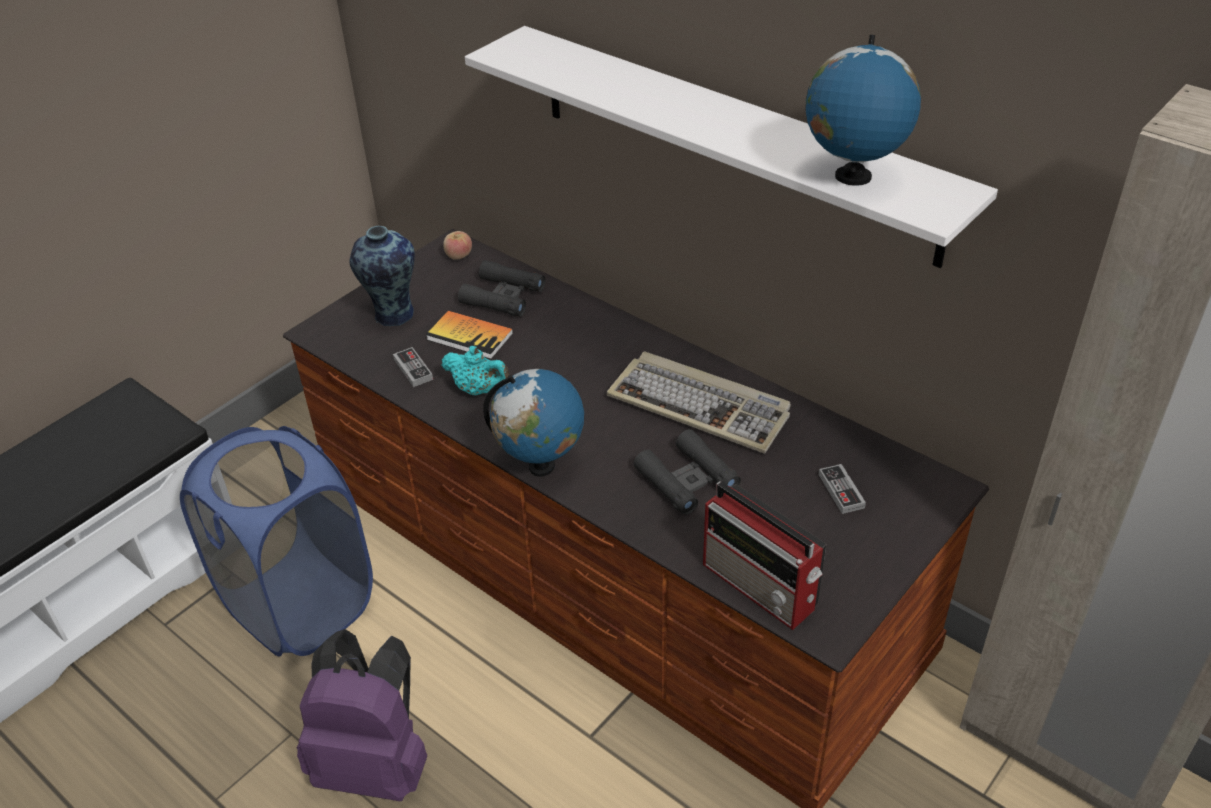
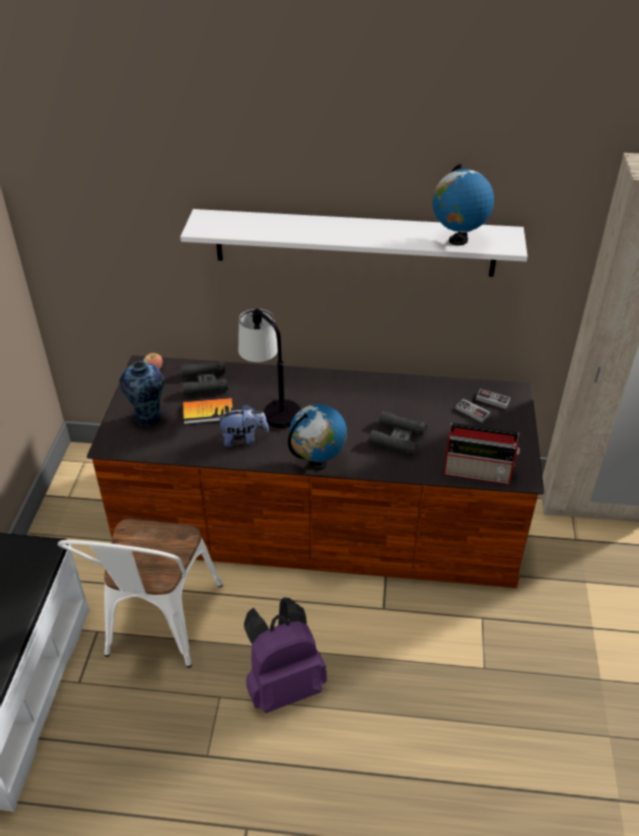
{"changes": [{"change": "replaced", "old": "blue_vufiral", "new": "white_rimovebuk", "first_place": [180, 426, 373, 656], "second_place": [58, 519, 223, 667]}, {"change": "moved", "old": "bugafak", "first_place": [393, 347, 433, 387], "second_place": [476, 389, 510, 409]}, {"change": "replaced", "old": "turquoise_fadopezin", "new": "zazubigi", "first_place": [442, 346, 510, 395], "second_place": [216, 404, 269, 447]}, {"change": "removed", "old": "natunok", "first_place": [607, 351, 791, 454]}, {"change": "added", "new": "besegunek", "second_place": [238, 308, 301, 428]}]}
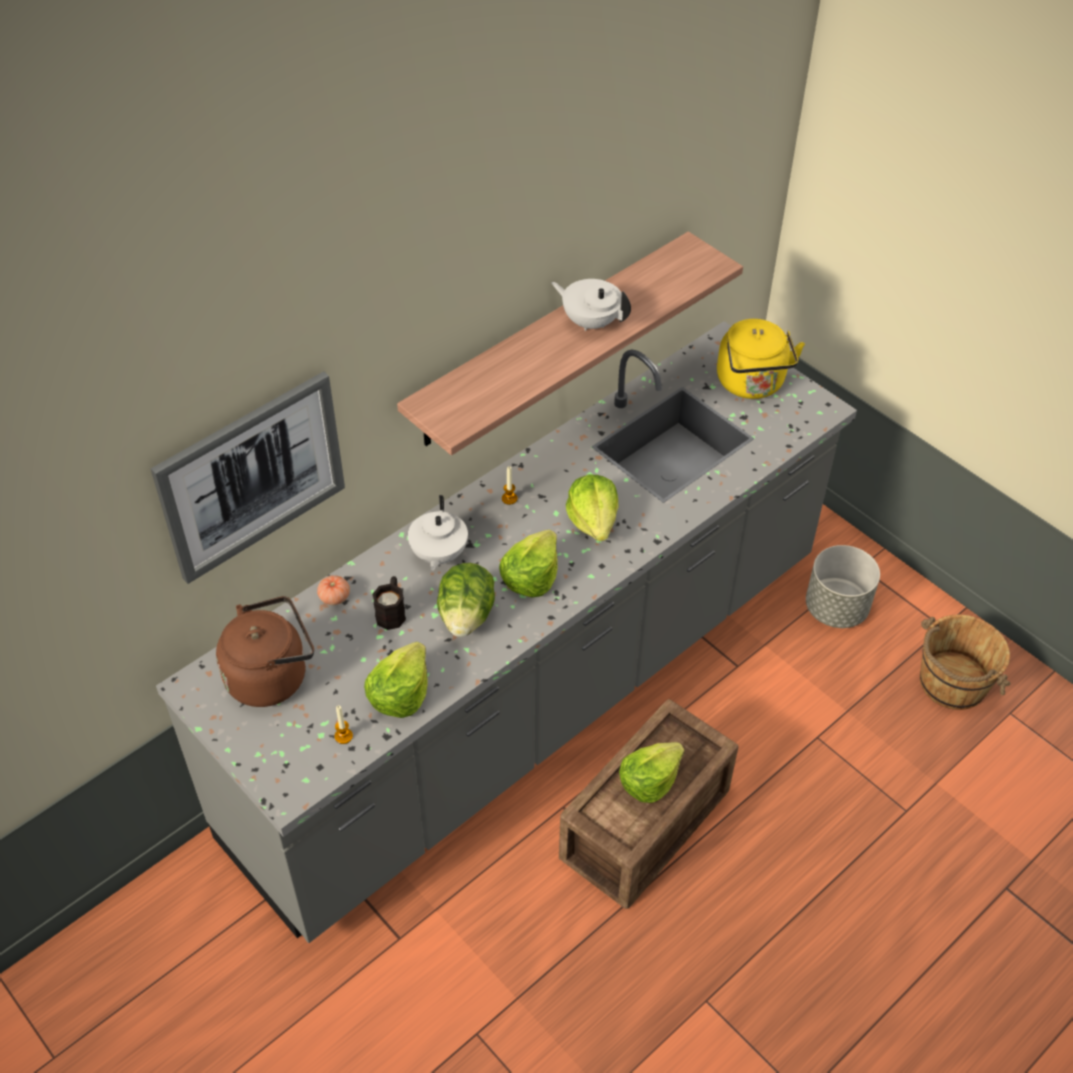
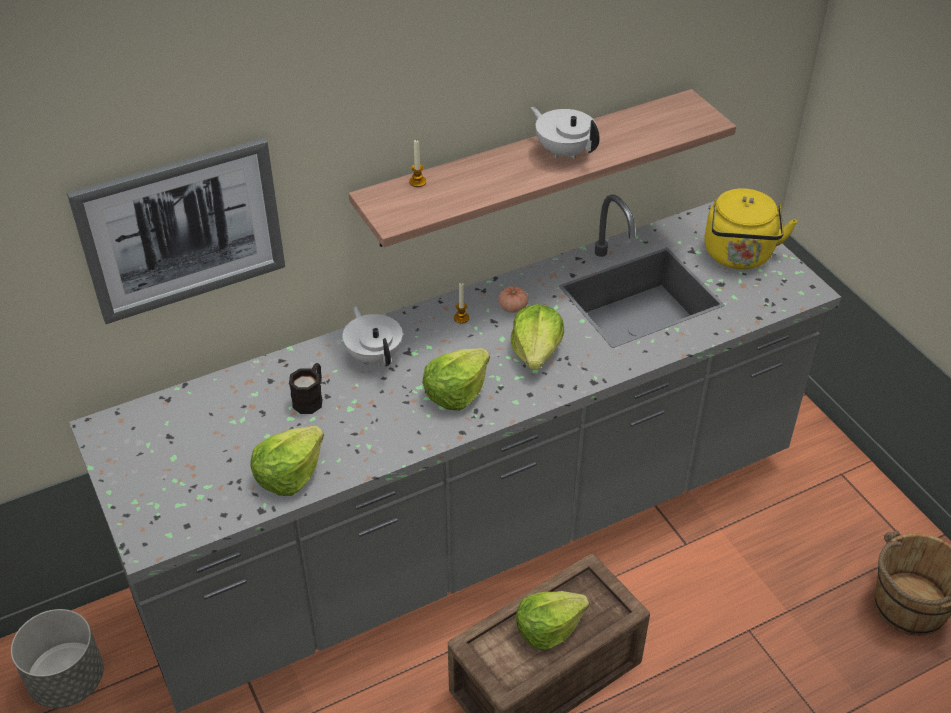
{"changes": [{"change": "removed", "old": "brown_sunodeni", "first_place": [216, 596, 314, 707]}, {"change": "moved", "old": "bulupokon", "first_place": [317, 575, 350, 605], "second_place": [498, 286, 528, 313]}, {"change": "moved", "old": "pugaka", "first_place": [334, 705, 353, 744], "second_place": [409, 140, 426, 187]}, {"change": "turned", "old": "white_fadopezin", "first_place": [408, 495, 468, 571], "second_place": [343, 306, 403, 366], "degrees": 135}, {"change": "removed", "old": "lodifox", "first_place": [437, 563, 495, 637]}, {"change": "moved", "old": "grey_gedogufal", "first_place": [806, 545, 880, 628], "second_place": [11, 609, 104, 708]}]}
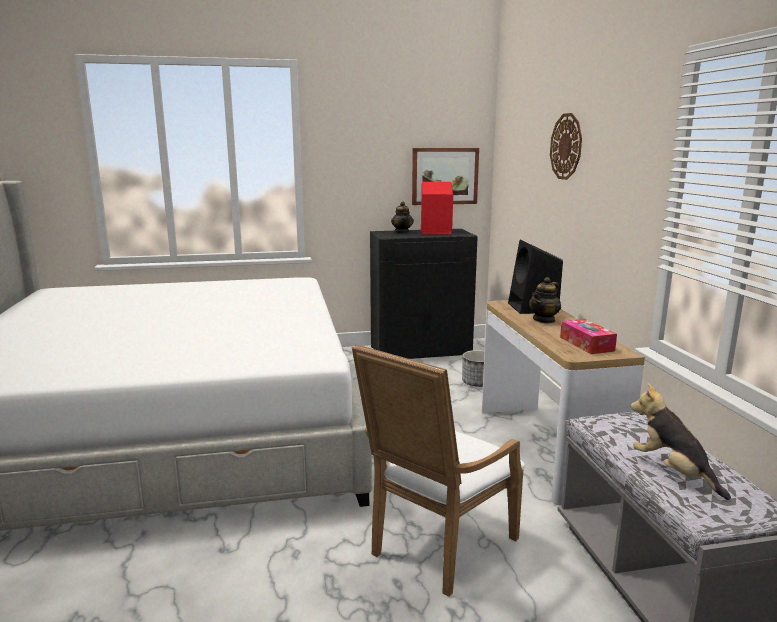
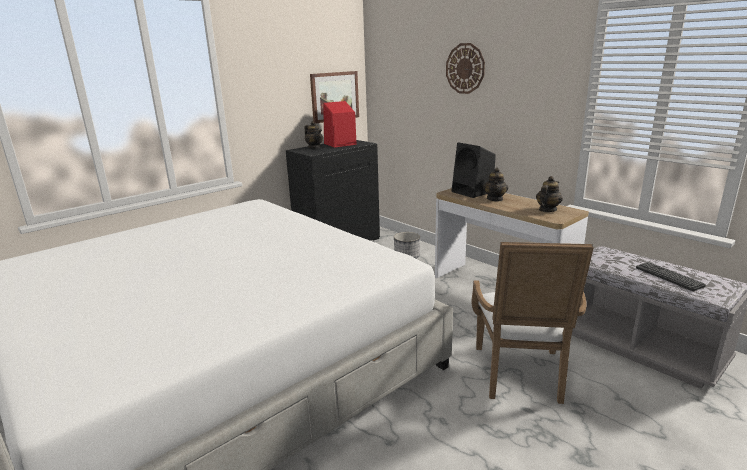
{"changes": [{"change": "replaced", "old": "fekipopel", "new": "fadopezin", "first_place": [560, 319, 617, 354], "second_place": [536, 176, 563, 212]}, {"change": "replaced", "old": "zazubigi", "new": "natunok", "first_place": [630, 383, 731, 500], "second_place": [636, 262, 706, 291]}]}
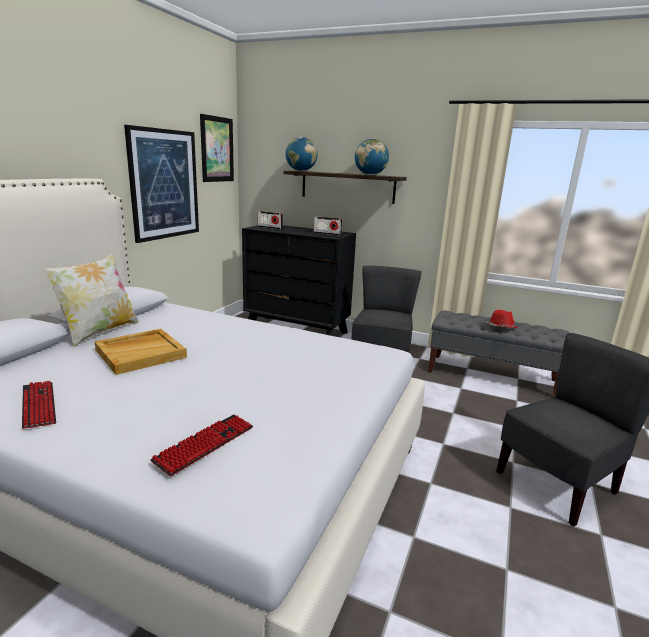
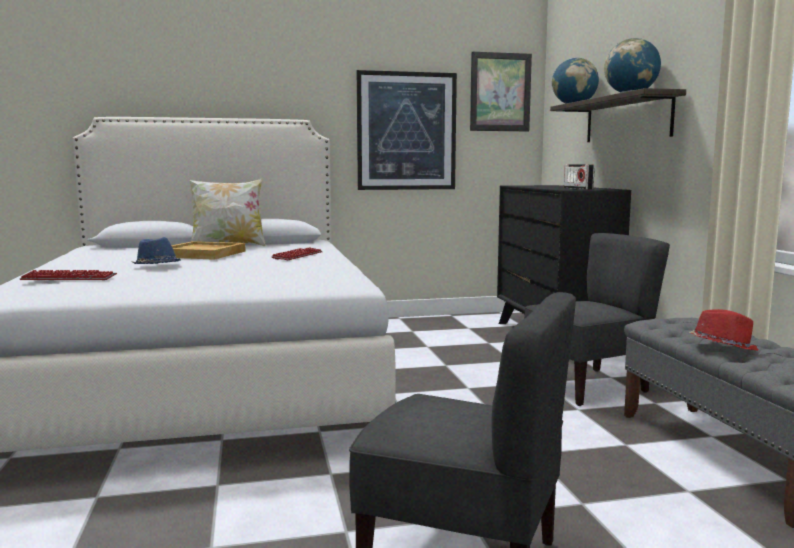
{"changes": [{"change": "moved", "old": "natunok", "first_place": [22, 381, 56, 429], "second_place": [271, 247, 323, 260]}, {"change": "removed", "old": "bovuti", "first_place": [257, 211, 283, 229]}, {"change": "added", "new": "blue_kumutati", "second_place": [131, 237, 182, 264]}]}
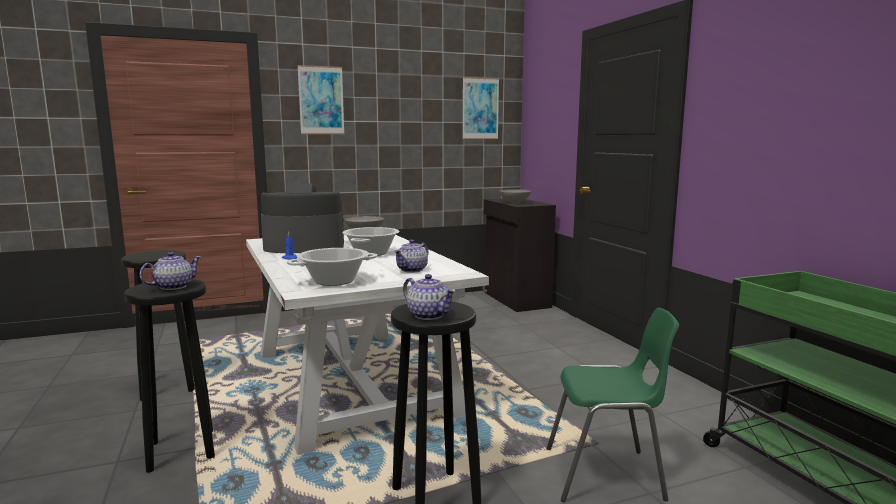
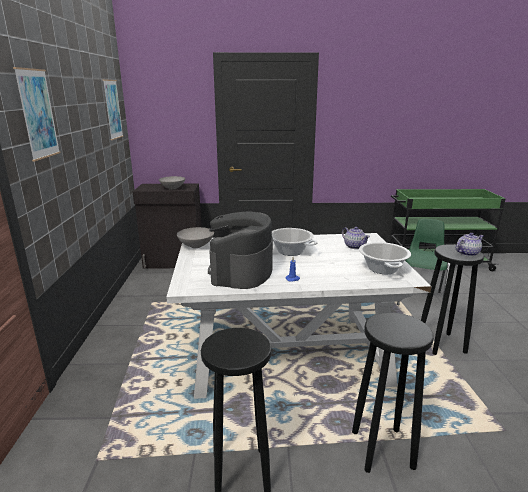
{"changes": [{"change": "removed", "old": "fadopezin", "first_place": [140, 252, 201, 290]}]}
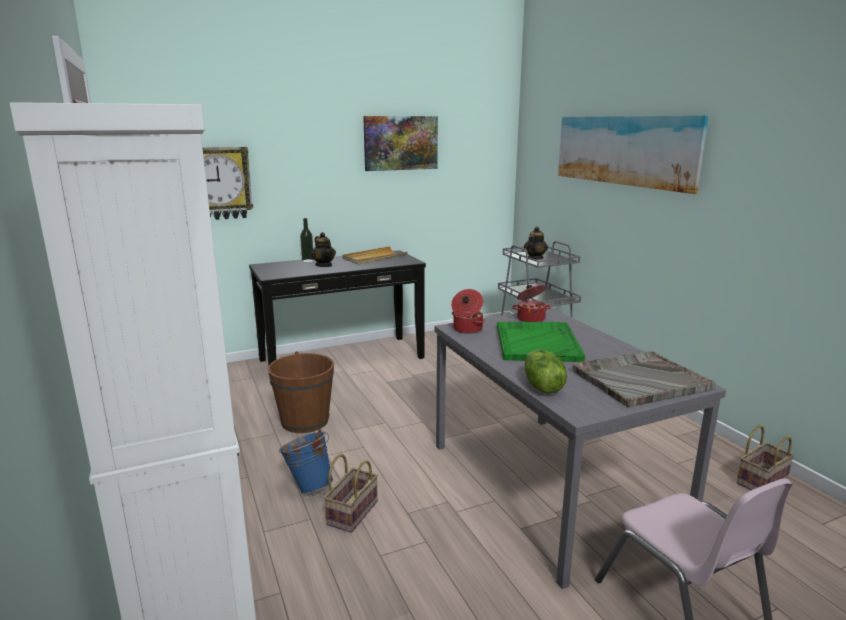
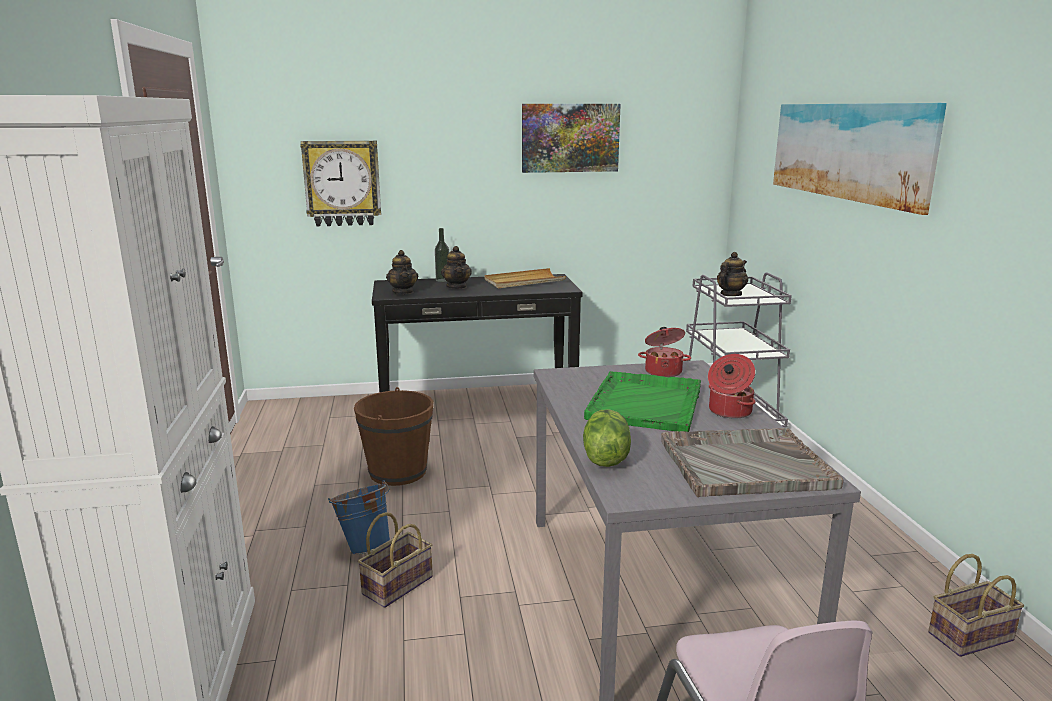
{"changes": [{"change": "moved", "old": "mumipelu", "first_place": [451, 289, 485, 334], "second_place": [708, 354, 756, 419]}, {"change": "added", "new": "fadopezin", "second_place": [386, 250, 418, 294]}]}
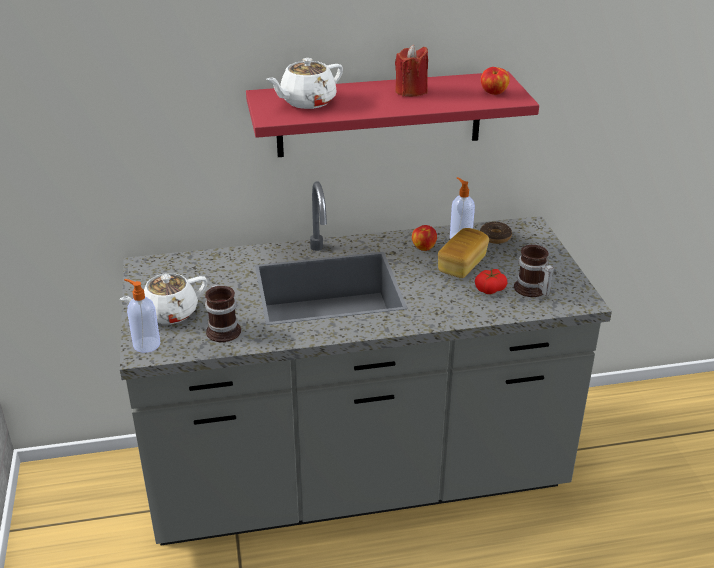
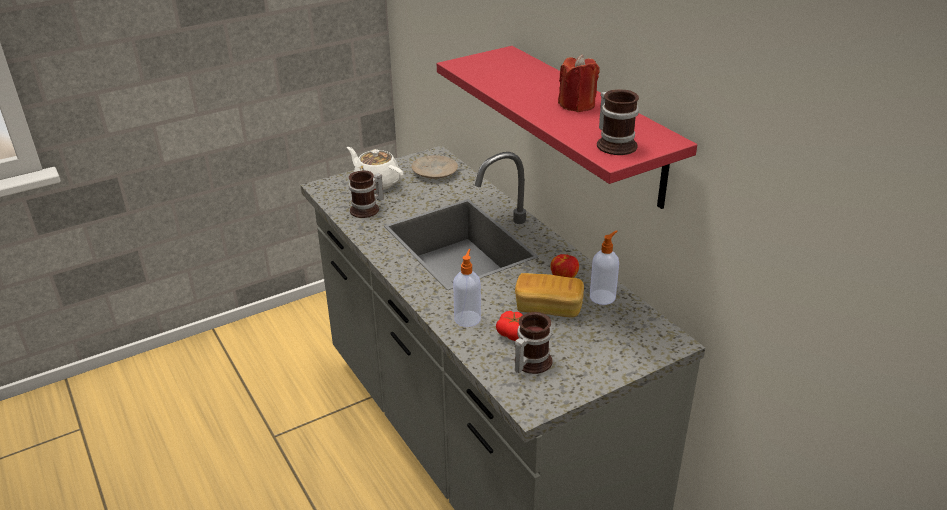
{"changes": [{"change": "moved", "old": "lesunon", "first_place": [124, 279, 160, 353], "second_place": [453, 249, 481, 327]}, {"change": "removed", "old": "white_fadopezin", "first_place": [266, 58, 343, 109]}, {"change": "removed", "old": "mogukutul", "first_place": [480, 222, 512, 244]}, {"change": "replaced", "old": "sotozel", "new": "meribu", "first_place": [481, 67, 510, 95], "second_place": [597, 89, 639, 155]}, {"change": "added", "new": "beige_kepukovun", "second_place": [411, 155, 458, 179]}]}
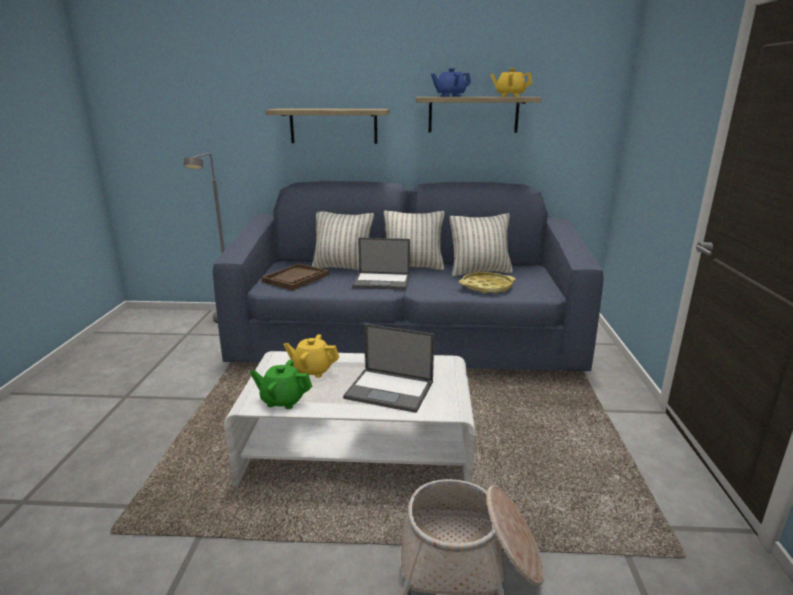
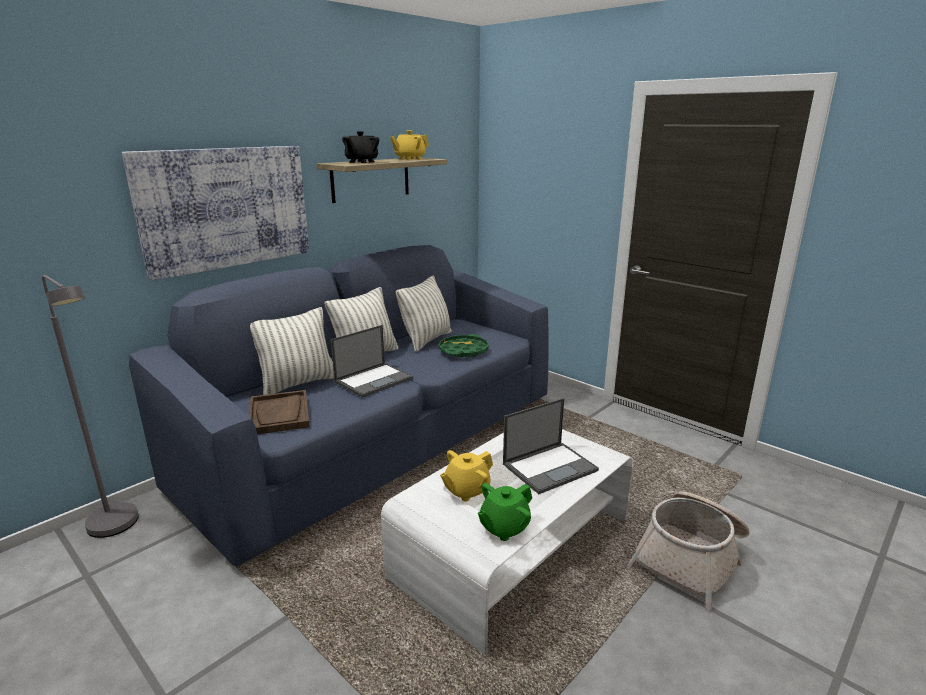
{"changes": [{"change": "replaced", "old": "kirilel", "new": "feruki", "first_place": [265, 109, 390, 144], "second_place": [122, 146, 309, 280]}, {"change": "recoloured", "old": "blue_fadopezin", "new": "black_fadopezin", "first_place": [431, 68, 471, 97], "second_place": [342, 131, 379, 163]}, {"change": "recoloured", "old": "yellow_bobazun", "new": "green_bobazun", "first_place": [459, 272, 516, 293], "second_place": [439, 334, 489, 357]}]}
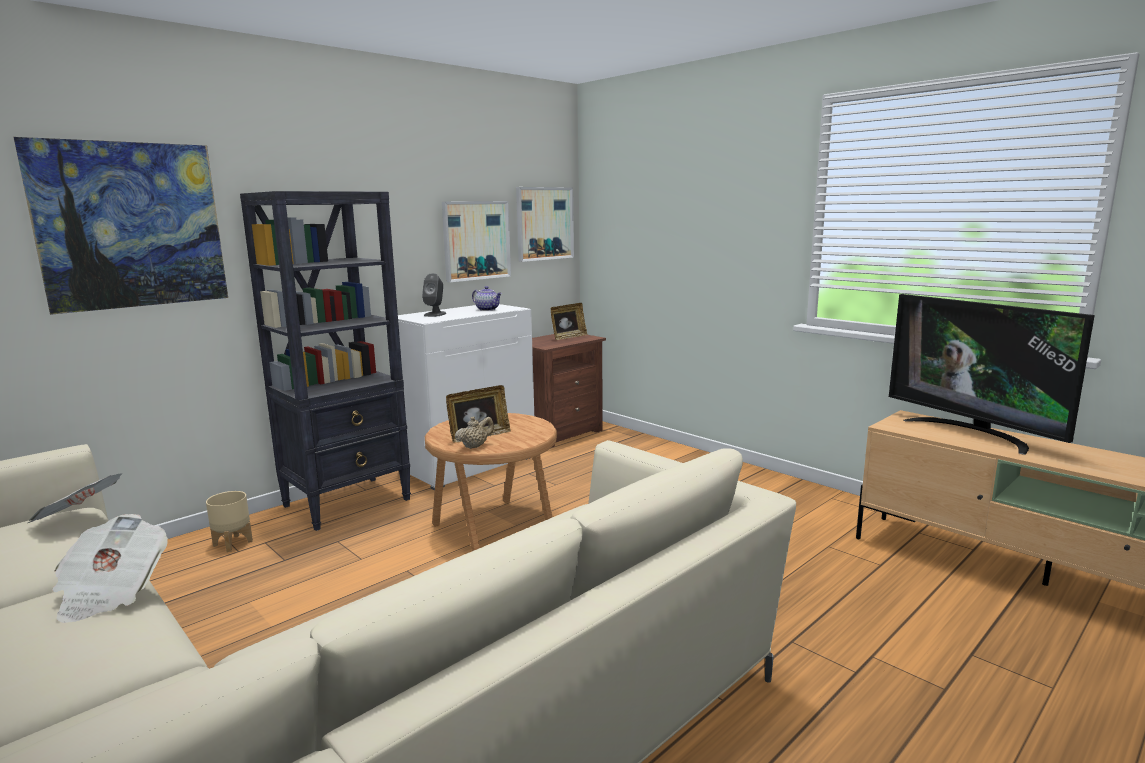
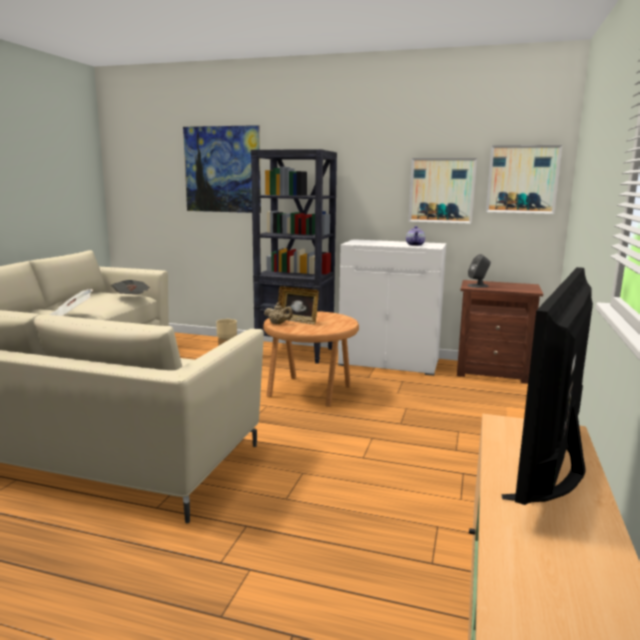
{"changes": [{"change": "moved", "old": "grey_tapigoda", "first_place": [422, 273, 446, 317], "second_place": [467, 254, 491, 288]}, {"change": "removed", "old": "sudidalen", "first_place": [550, 303, 587, 340]}]}
